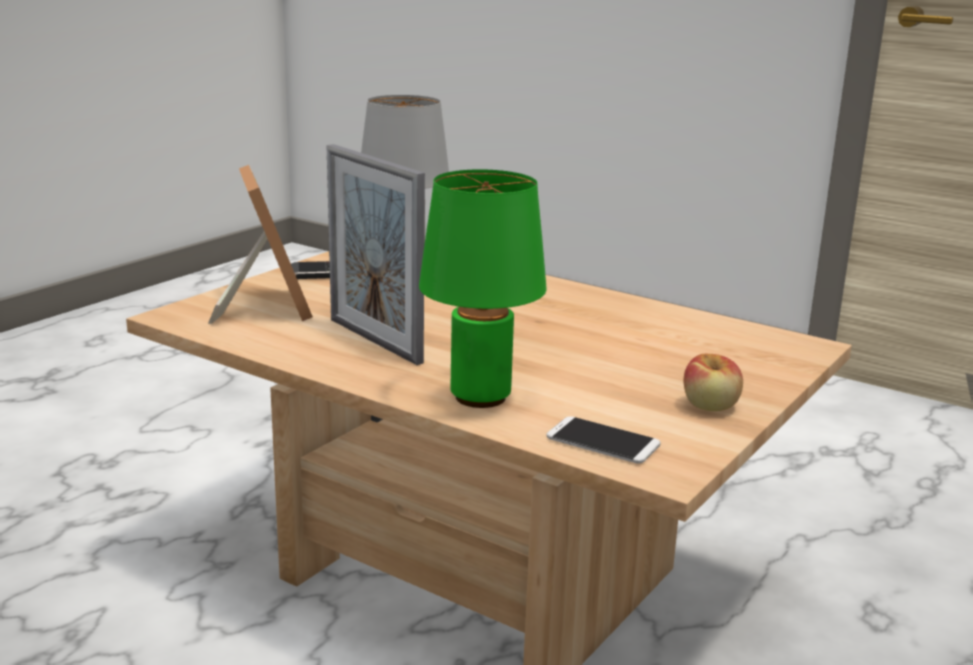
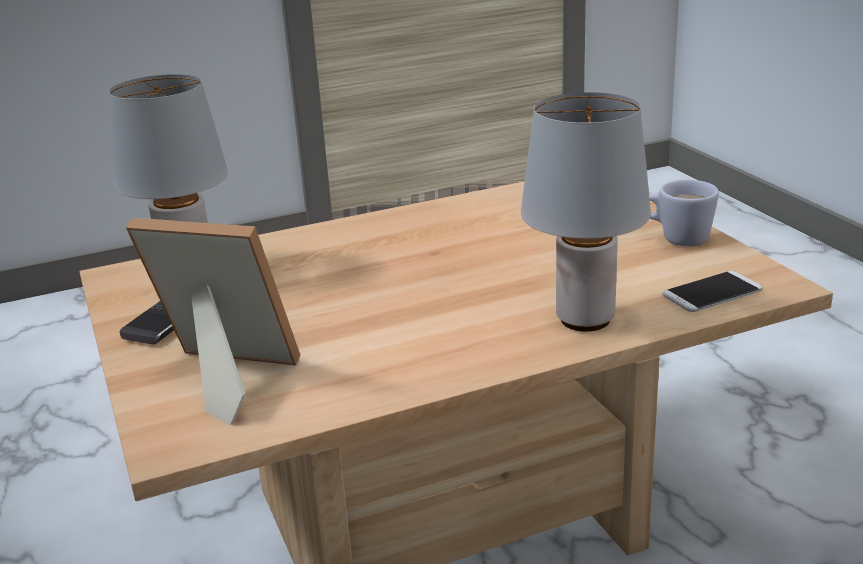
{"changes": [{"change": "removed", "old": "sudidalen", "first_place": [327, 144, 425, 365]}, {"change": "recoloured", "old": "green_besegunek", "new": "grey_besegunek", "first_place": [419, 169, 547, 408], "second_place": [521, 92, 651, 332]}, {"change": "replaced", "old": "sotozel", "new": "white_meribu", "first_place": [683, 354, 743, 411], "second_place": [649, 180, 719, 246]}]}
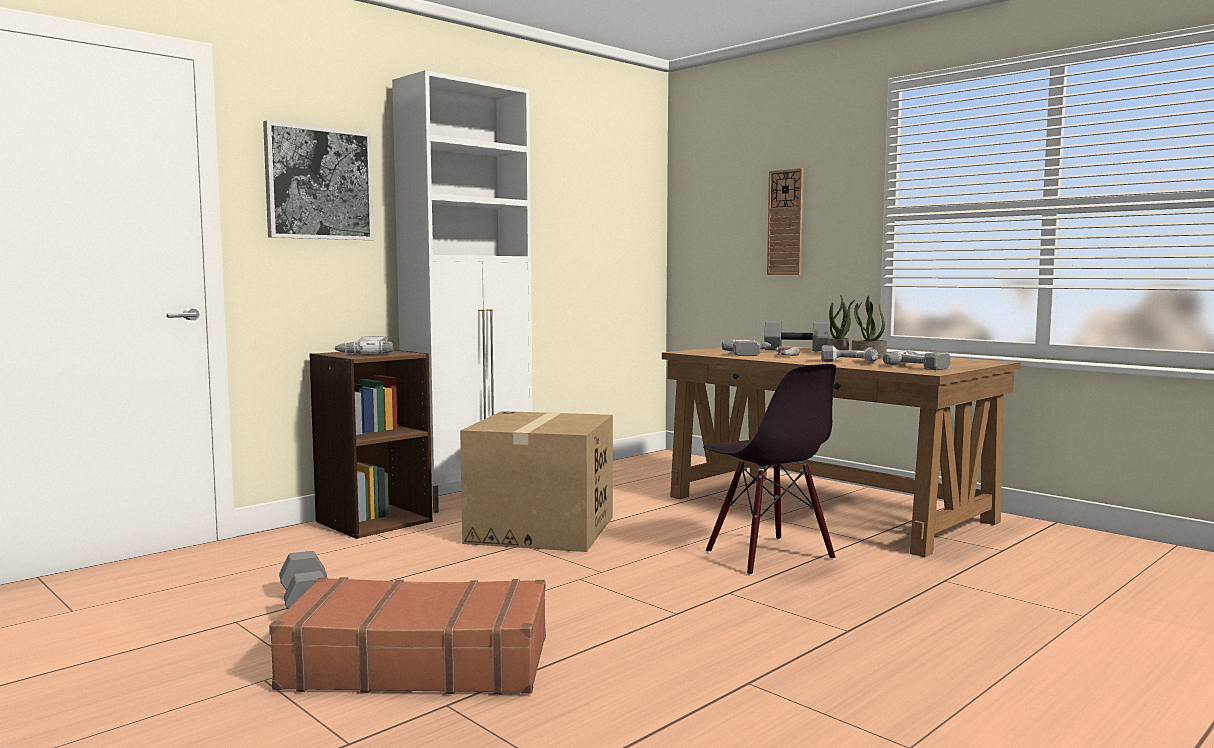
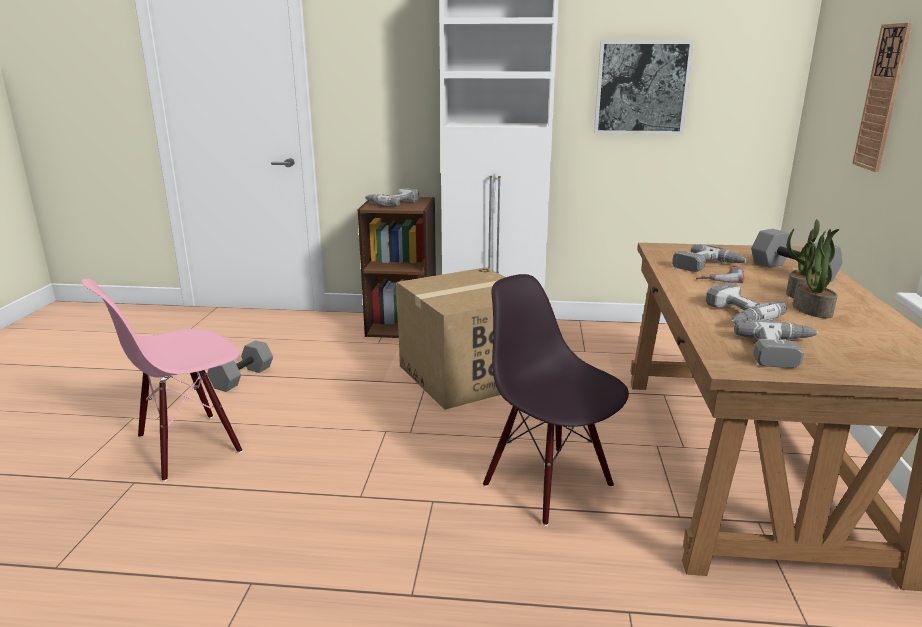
{"changes": [{"change": "moved", "old": "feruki", "first_place": [263, 120, 374, 240], "second_place": [594, 40, 694, 134]}, {"change": "replaced", "old": "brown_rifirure", "new": "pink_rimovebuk", "first_place": [269, 577, 546, 695], "second_place": [81, 279, 242, 482]}, {"change": "turned", "old": "black_rimovebuk", "first_place": [703, 364, 837, 576], "second_place": [483, 274, 629, 526], "degrees": 120}]}
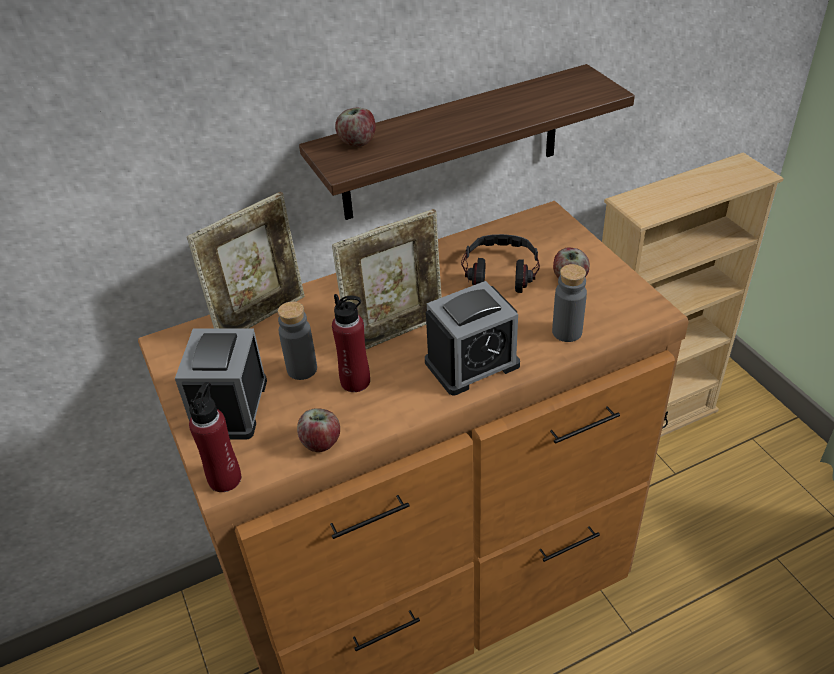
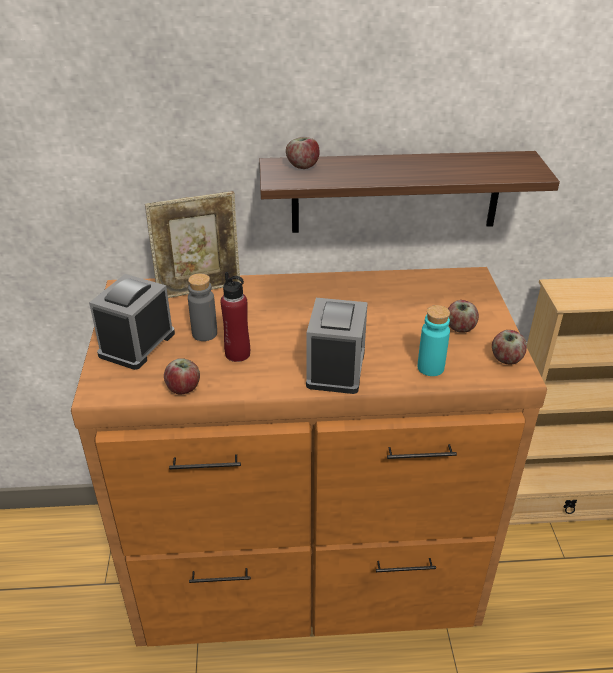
{"changes": [{"change": "removed", "old": "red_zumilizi", "first_place": [189, 382, 241, 492]}, {"change": "removed", "old": "sudidalen", "first_place": [332, 209, 442, 349]}, {"change": "turned", "old": "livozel", "first_place": [425, 281, 520, 395], "second_place": [306, 298, 368, 394], "degrees": -75}, {"change": "removed", "old": "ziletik", "first_place": [461, 234, 540, 293]}, {"change": "recoloured", "old": "grey_zumilizi", "new": "turquoise_zumilizi", "first_place": [552, 264, 587, 342], "second_place": [417, 305, 450, 376]}, {"change": "added", "new": "sotozel", "second_place": [492, 330, 527, 365]}]}
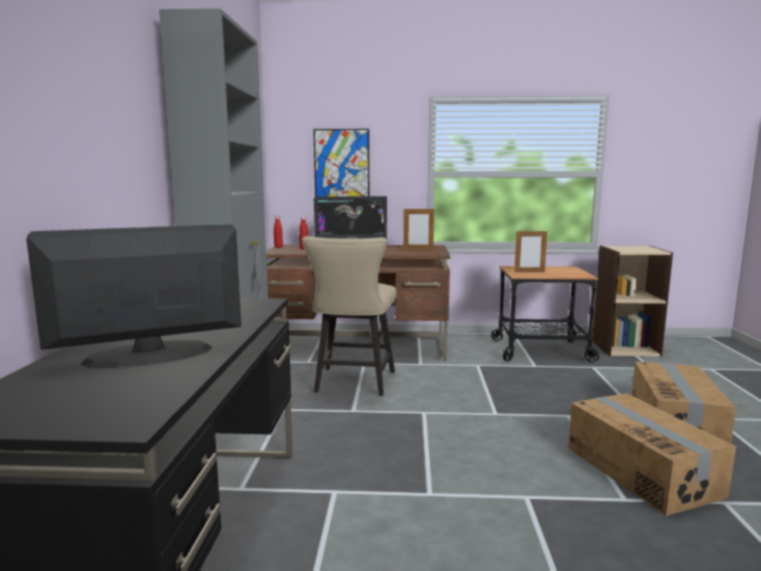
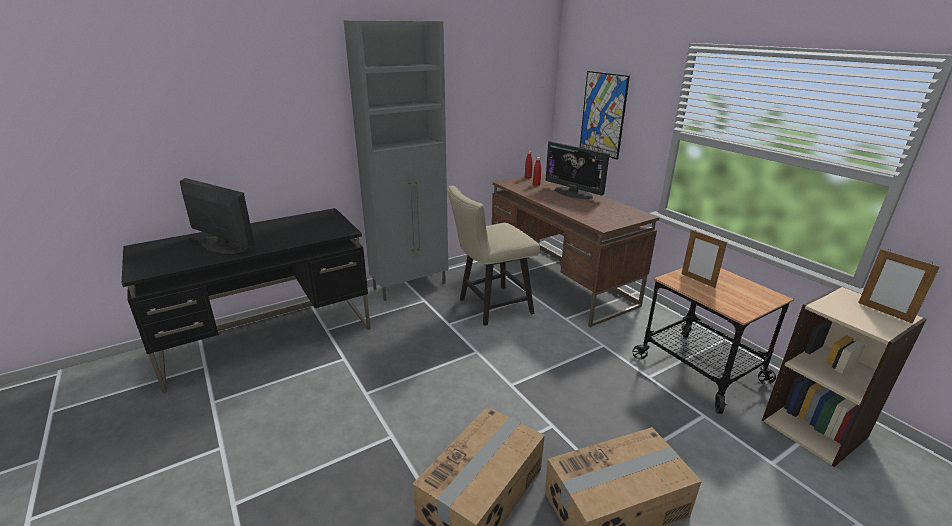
{"changes": [{"change": "moved", "old": "sudidalen", "first_place": [403, 207, 434, 249], "second_place": [858, 249, 940, 324]}]}
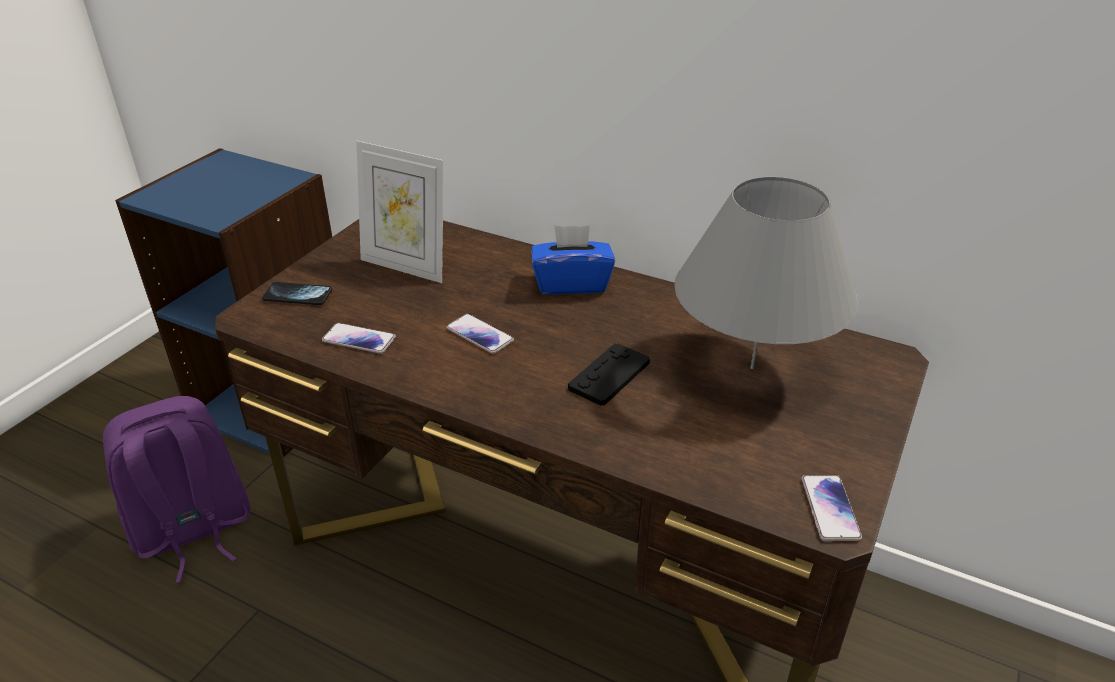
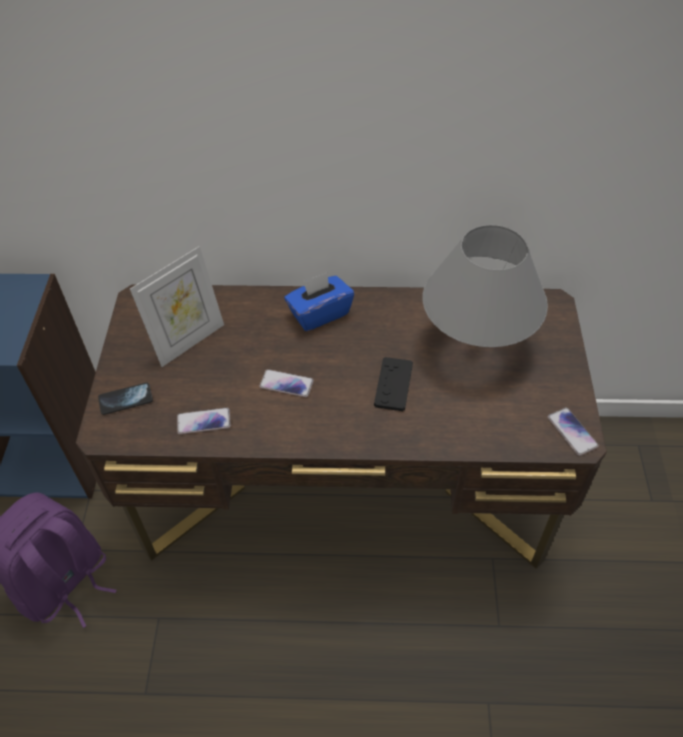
{"changes": [{"change": "turned", "old": "sudidalen", "first_place": [356, 141, 444, 283], "second_place": [130, 246, 224, 367], "degrees": -45}]}
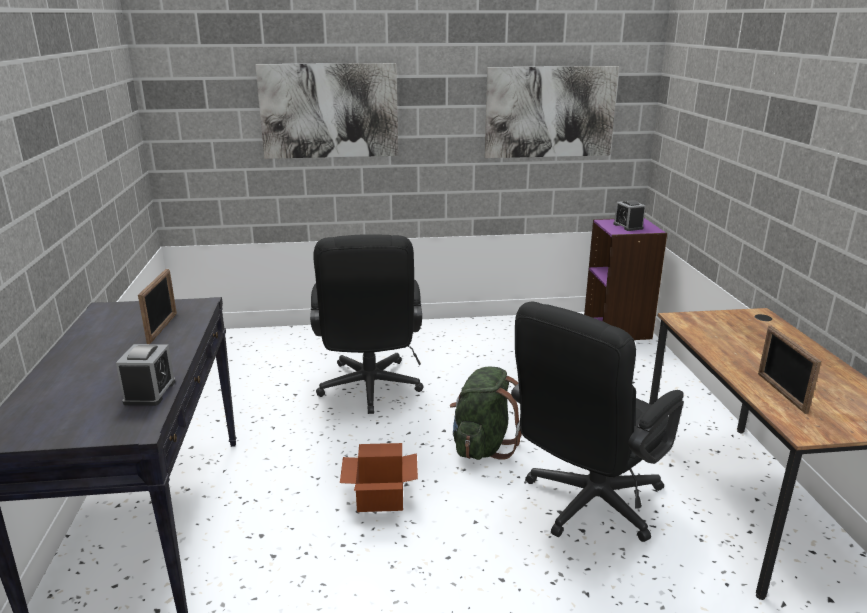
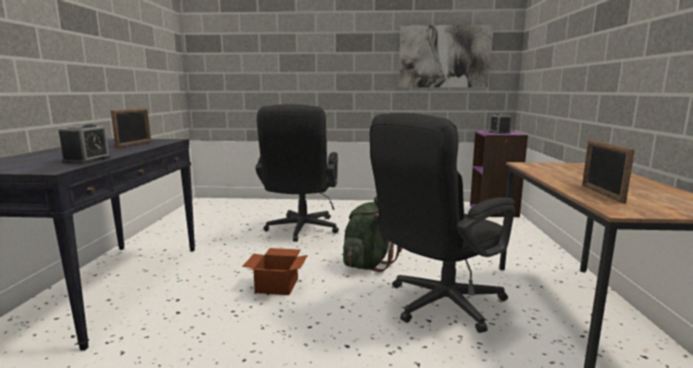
{"changes": [{"change": "removed", "old": "feruki", "first_place": [255, 63, 398, 159]}]}
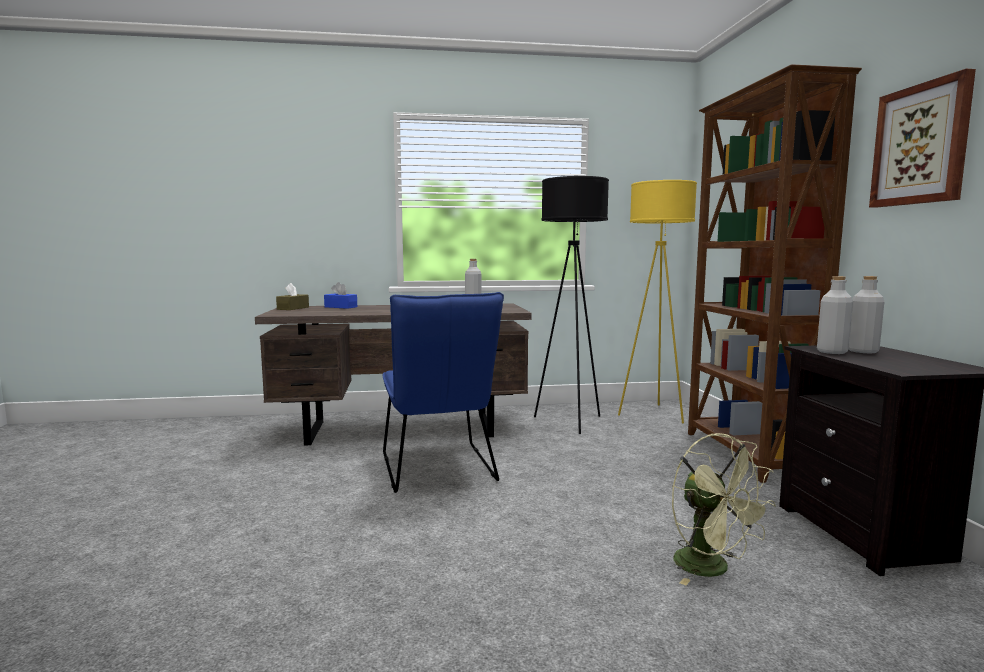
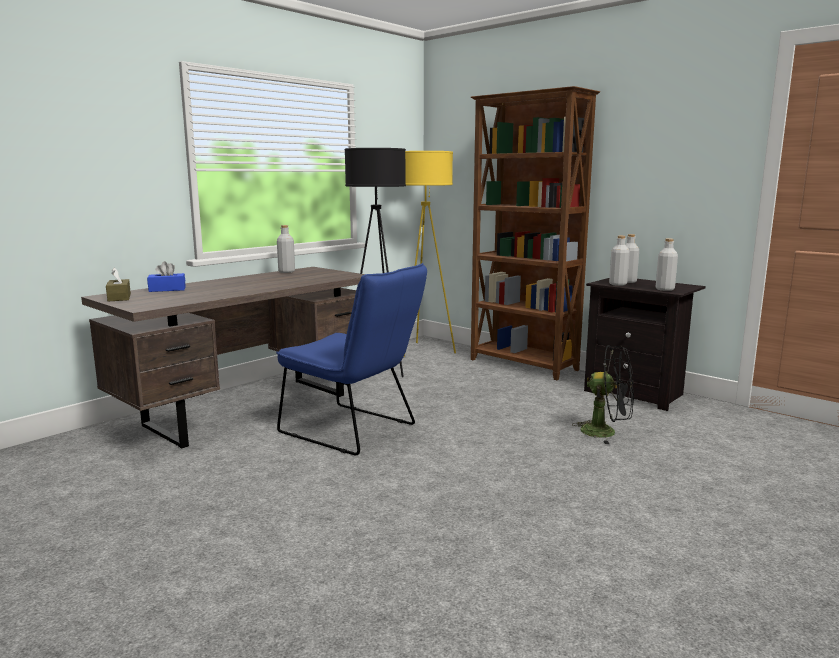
{"changes": [{"change": "recoloured", "old": "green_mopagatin", "new": "black_mopagatin", "first_place": [672, 433, 776, 585], "second_place": [572, 345, 634, 444]}, {"change": "removed", "old": "feruki", "first_place": [869, 69, 976, 207]}, {"change": "added", "new": "grey_zumilizi", "second_place": [656, 238, 678, 291]}]}
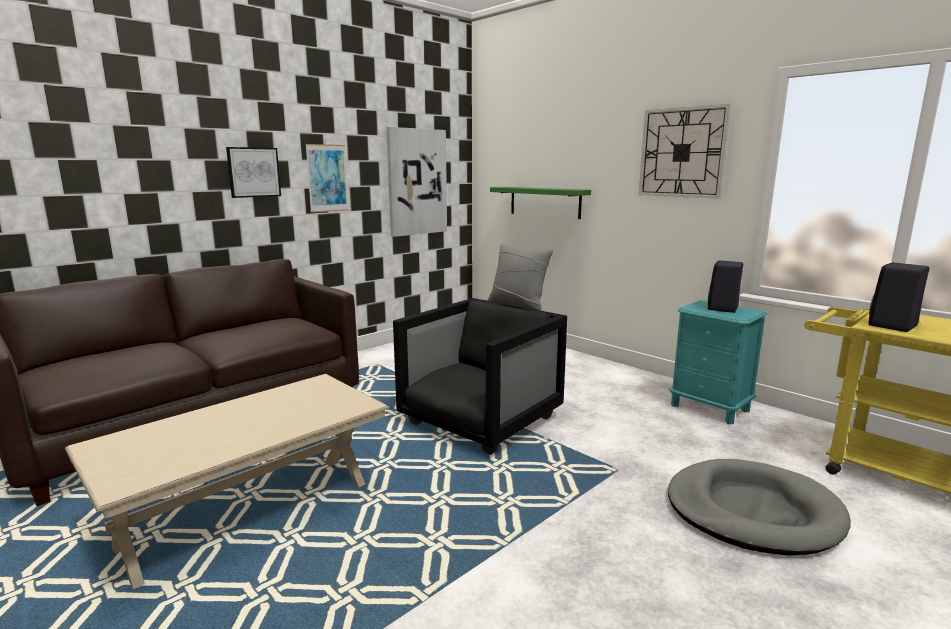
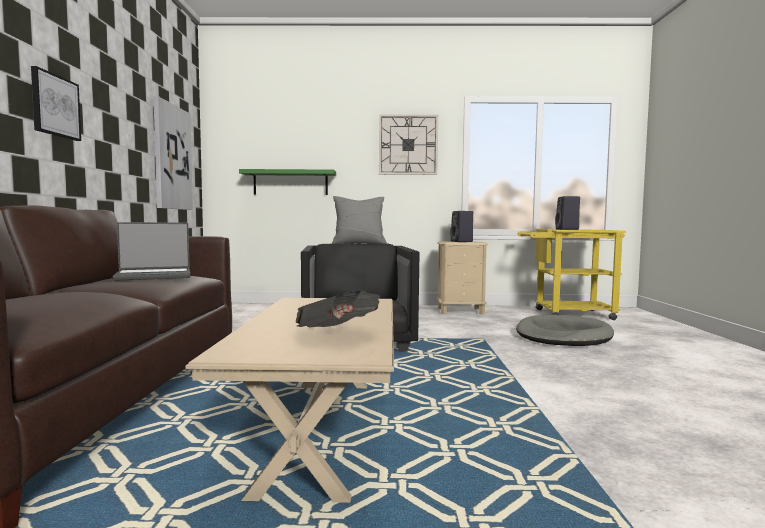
{"changes": [{"change": "removed", "old": "feruki", "first_place": [305, 144, 349, 213]}, {"change": "recoloured", "old": "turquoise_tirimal", "new": "beige_tirimal", "first_place": [669, 300, 768, 424], "second_place": [436, 241, 488, 315]}, {"change": "added", "new": "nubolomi", "second_place": [113, 222, 190, 281]}, {"change": "added", "new": "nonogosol", "second_place": [296, 290, 380, 327]}]}
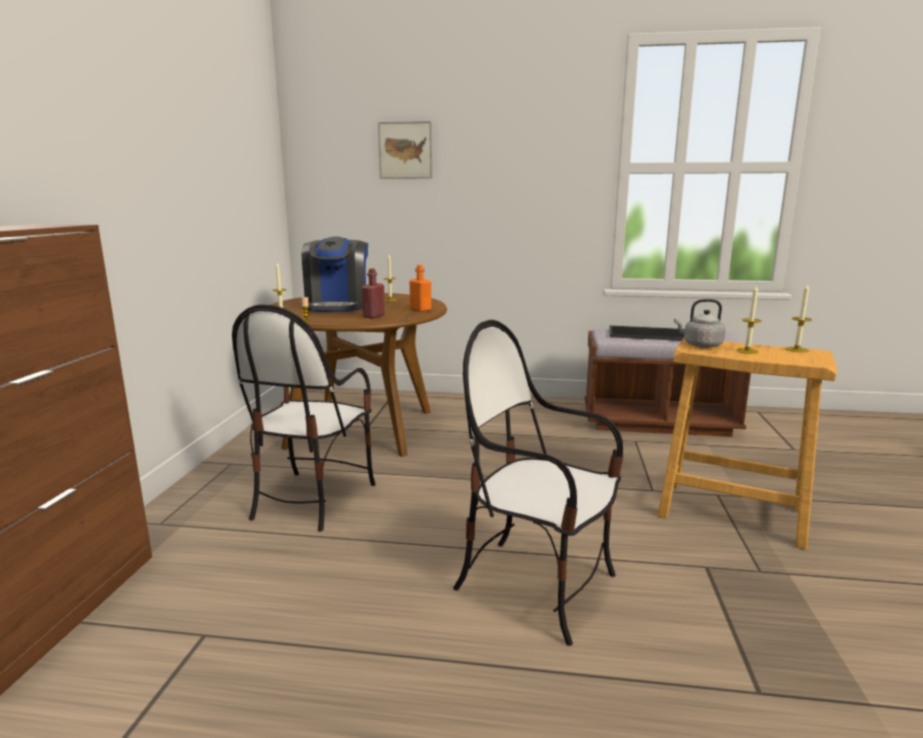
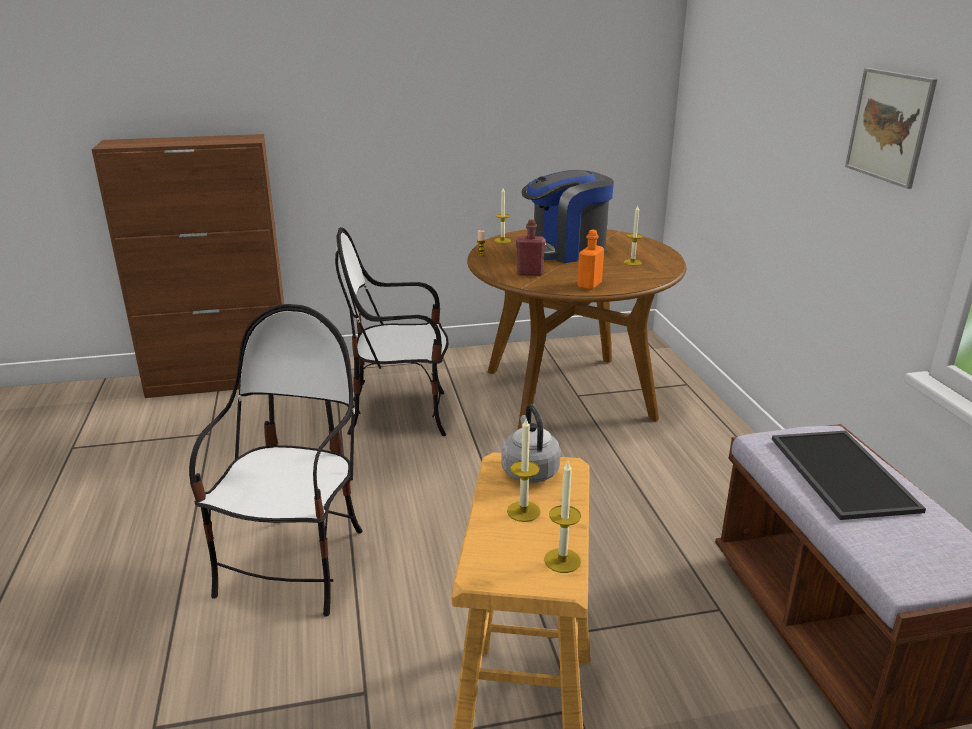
{"changes": [{"change": "moved", "old": "feruki", "first_place": [378, 121, 432, 179], "second_place": [845, 68, 938, 189]}]}
